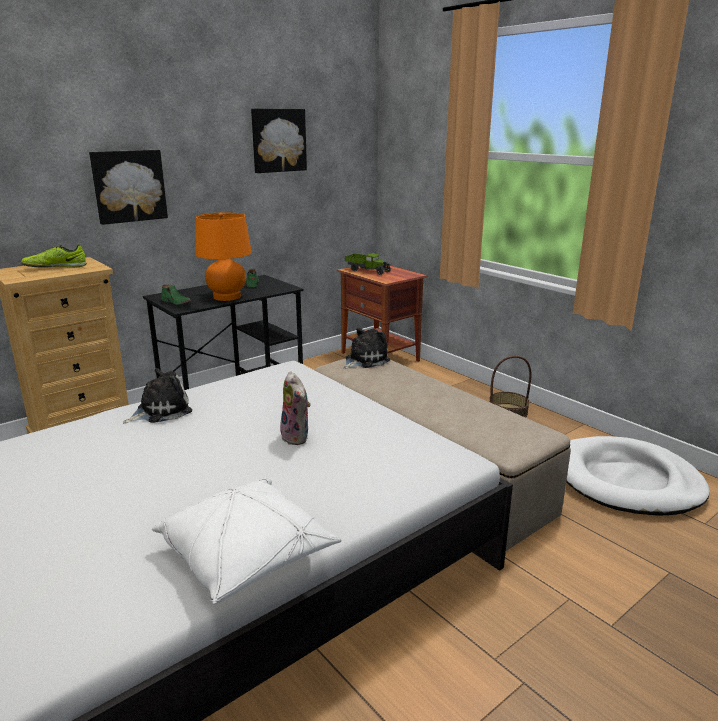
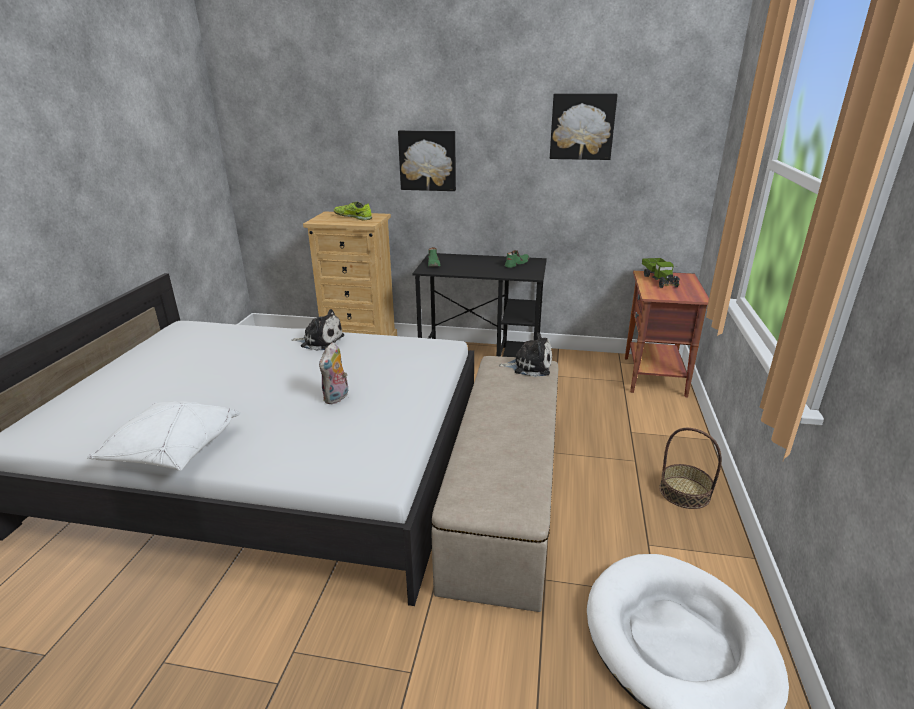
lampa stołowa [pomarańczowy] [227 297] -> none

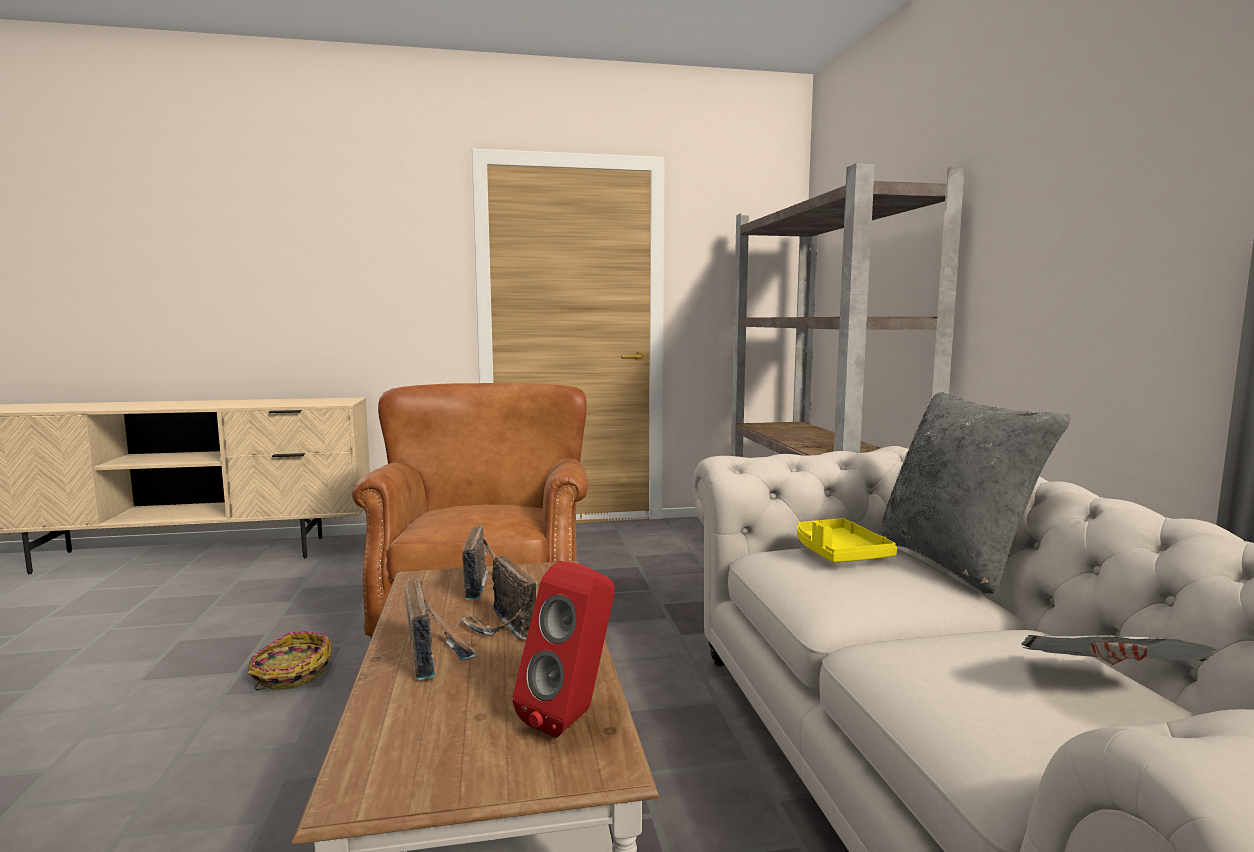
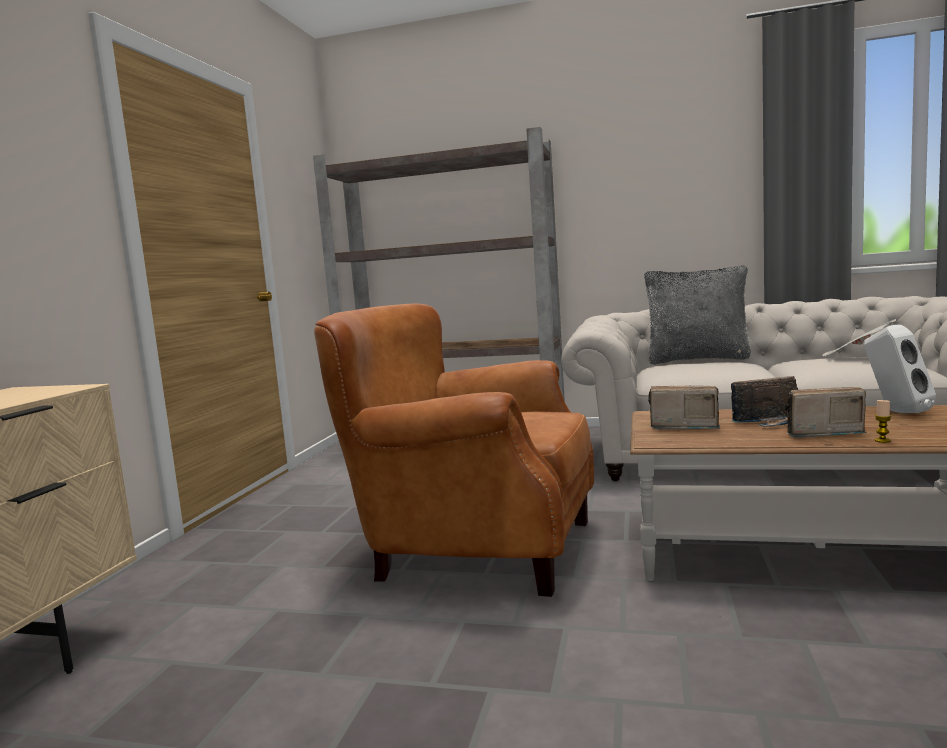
głośnik [czerwony] [572 717] -> głośnik [biały] [895 412]
none -> świeca [882 440]
koszyk [290 675] -> none
taca [żółty] [838 553] -> none

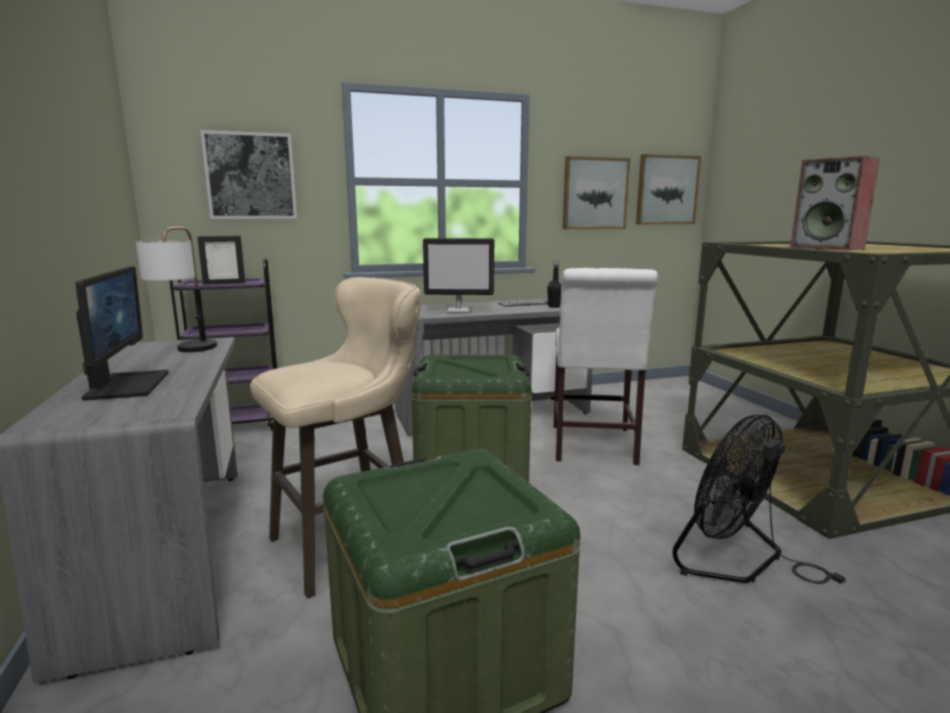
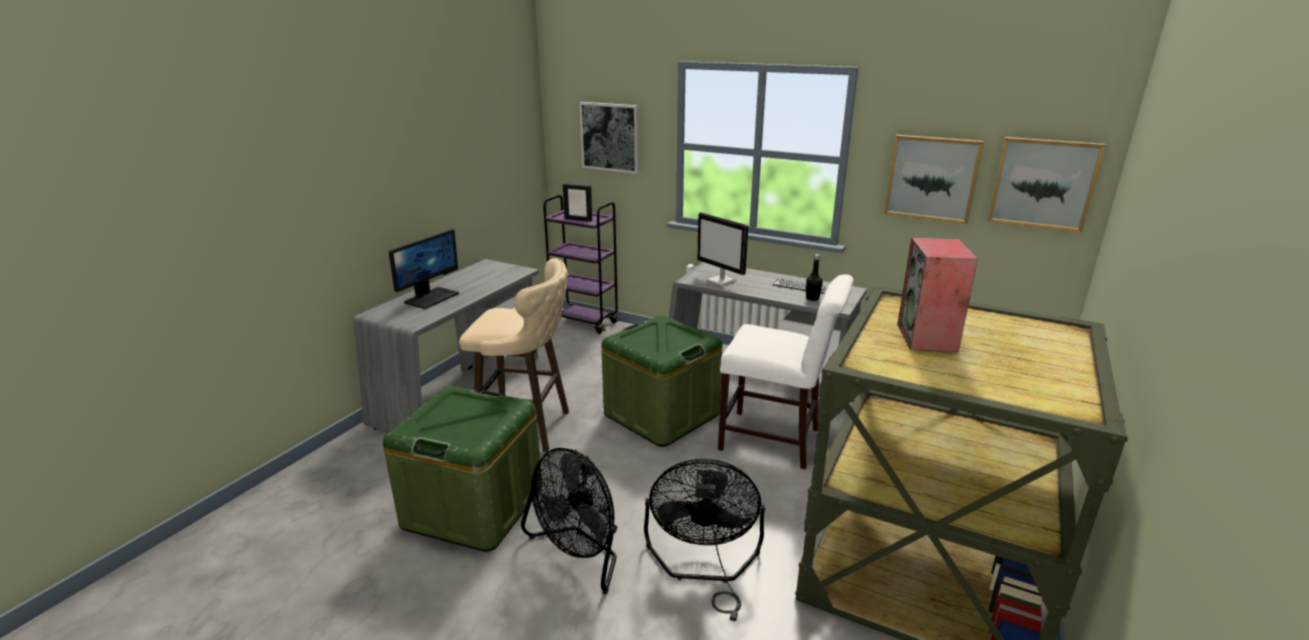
none -> wentylator [czarny] [580 549]
krzesło [biały] [592 447] -> krzesło [biały] [775 441], 120 degrees counterclockwise
lampa stołowa [186 352] -> none

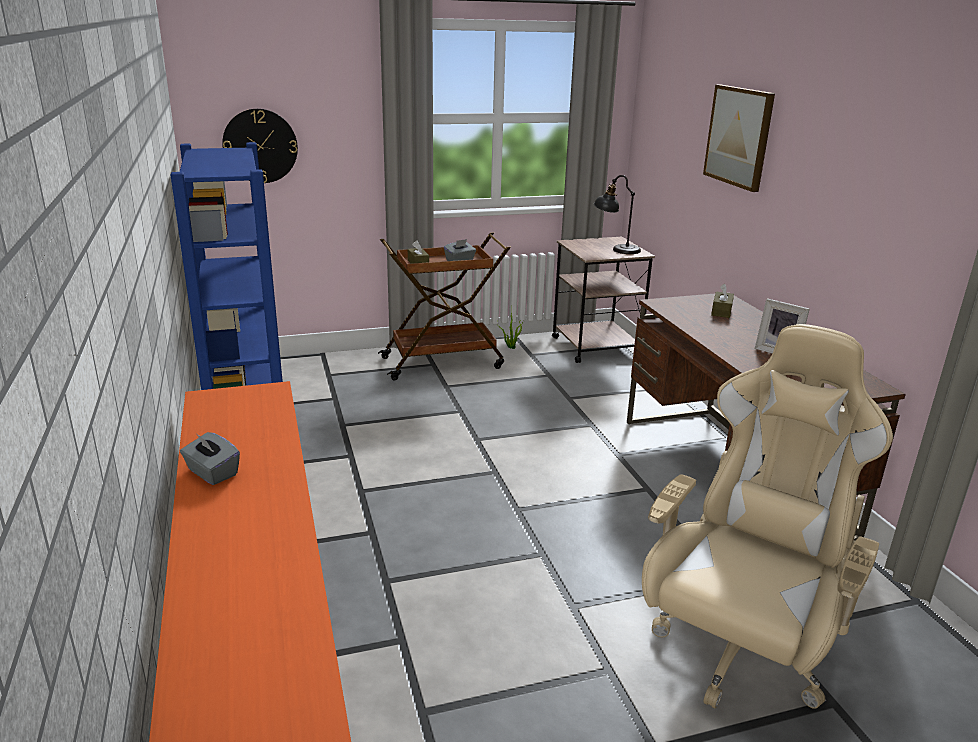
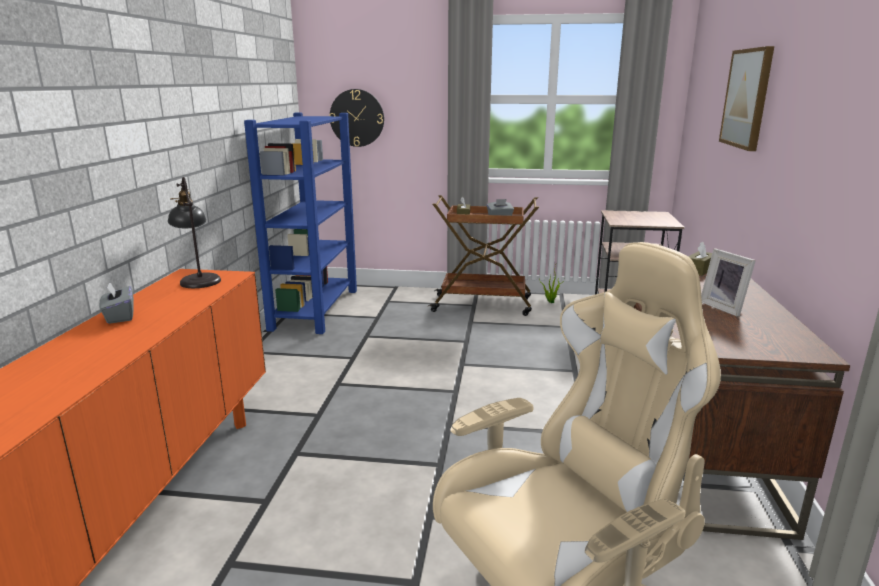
lampa stołowa [szary] [615 248] -> lampa stołowa [szary] [197 277], moved

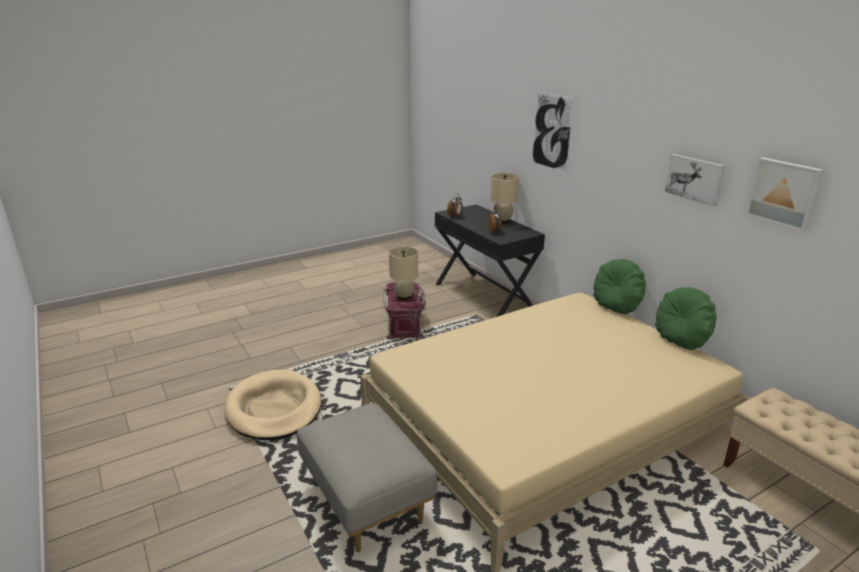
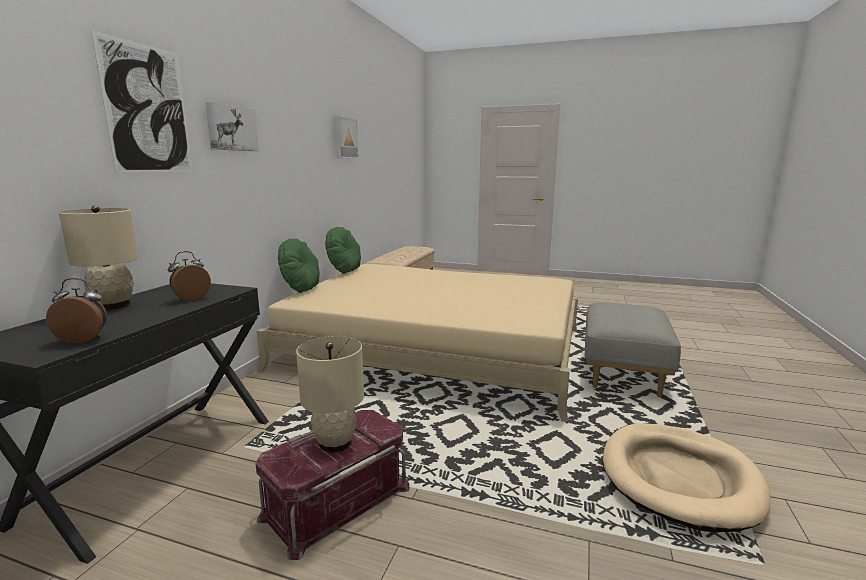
obraz [695 179] -> obraz [231 128], moved

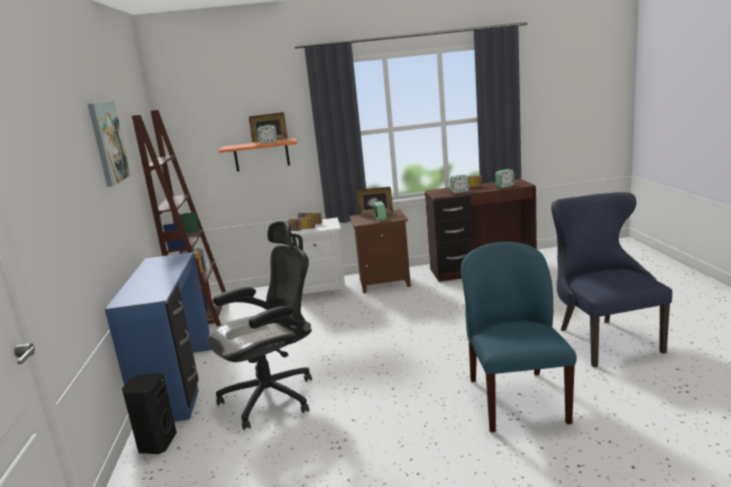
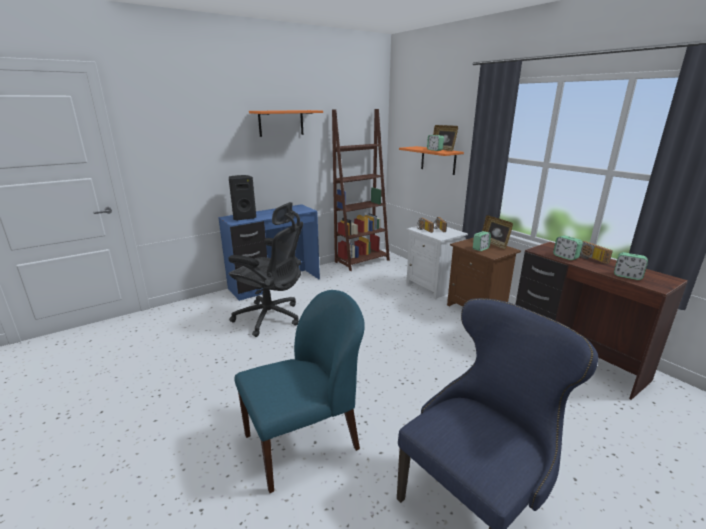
głośnik [czarny] [156 443] -> głośnik [czarny] [244 218], moved
obraz [108 142] -> półka [pomarańczowy] [281 123]

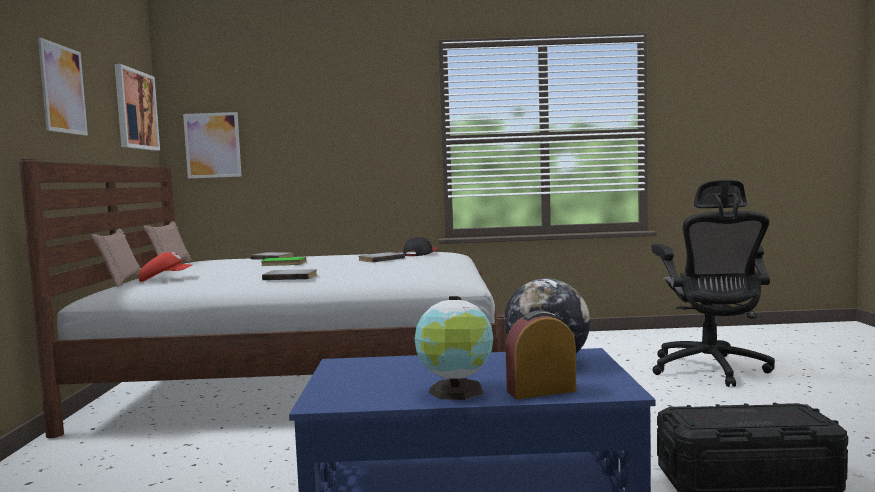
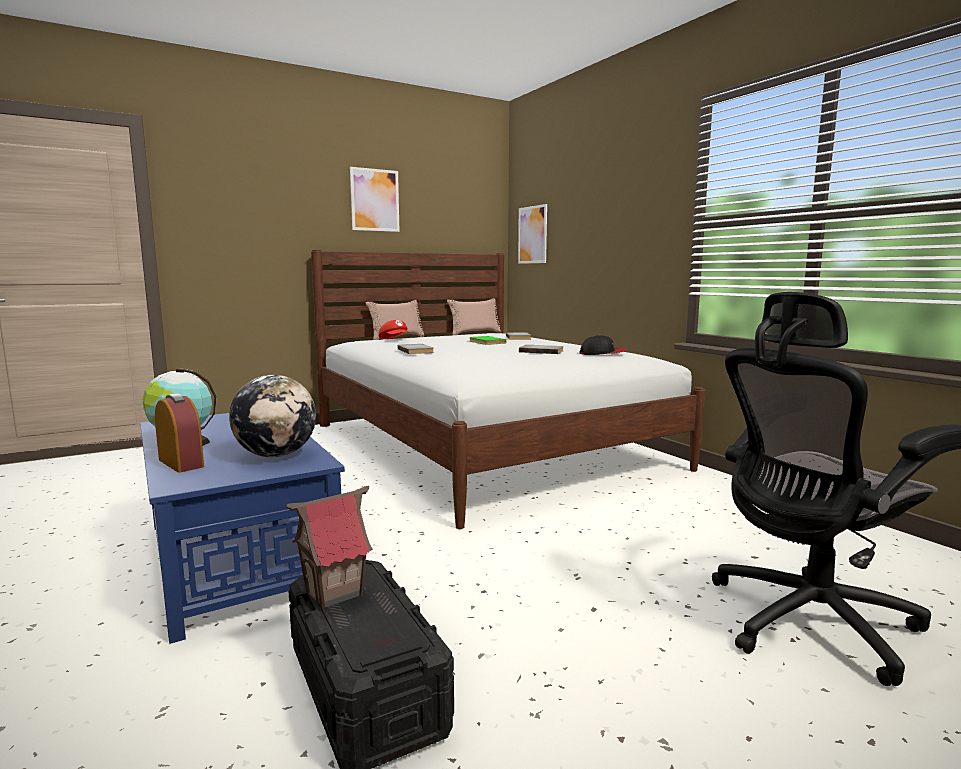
none -> domek [334 593]
obraz [135 110] -> none

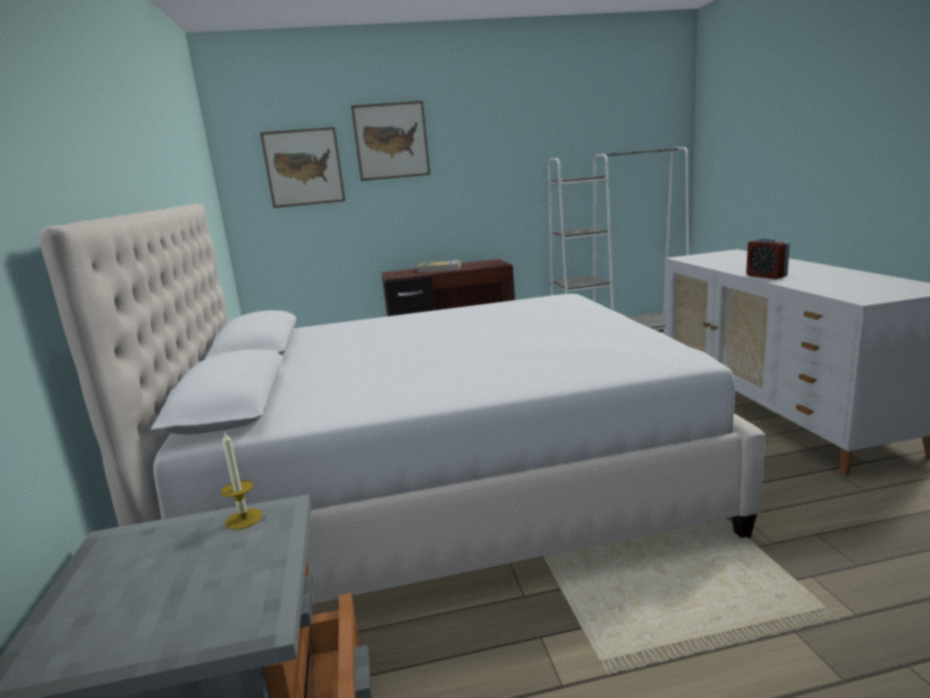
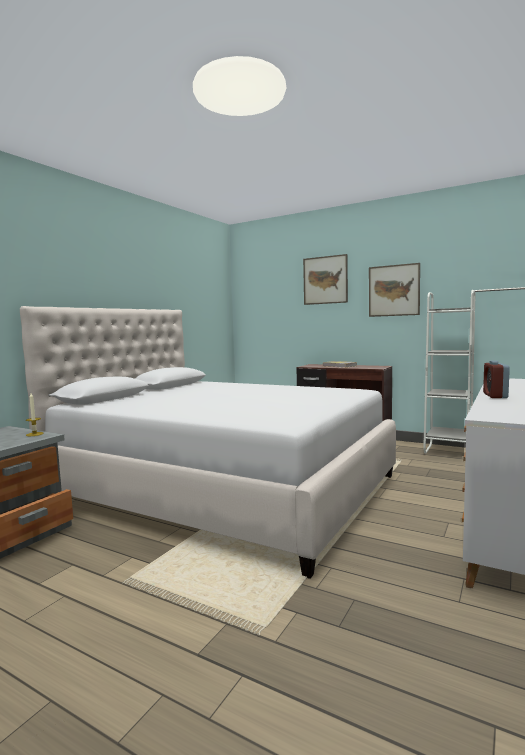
obraz [304 167] -> obraz [394 290], moved

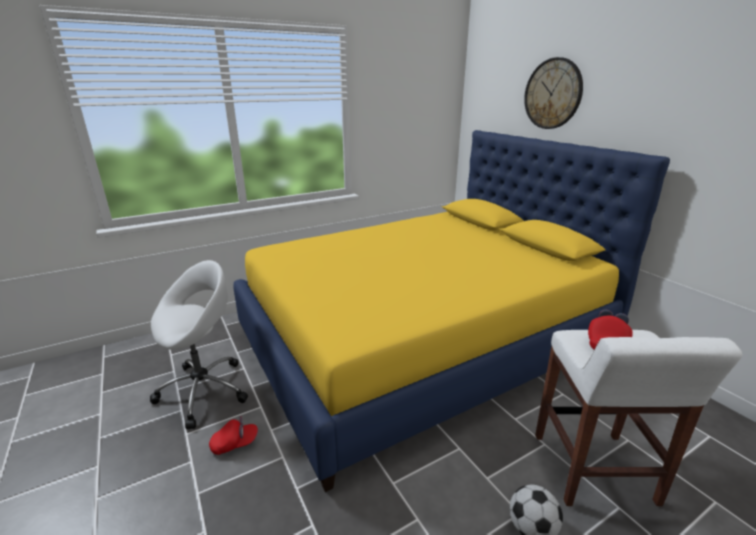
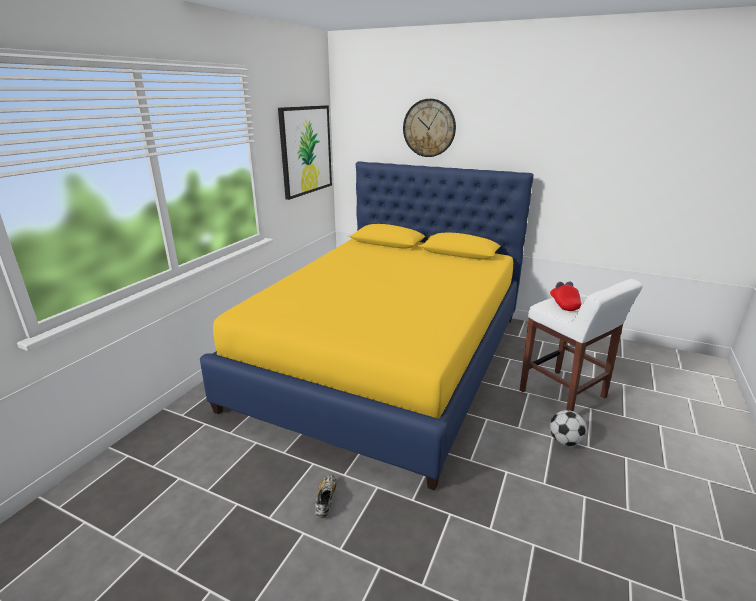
none -> obraz [306 150]
czapka z daszkiem [czerwony] [235 443] -> but [326 500]
krzesło biurowe [biały] [205 390] -> none

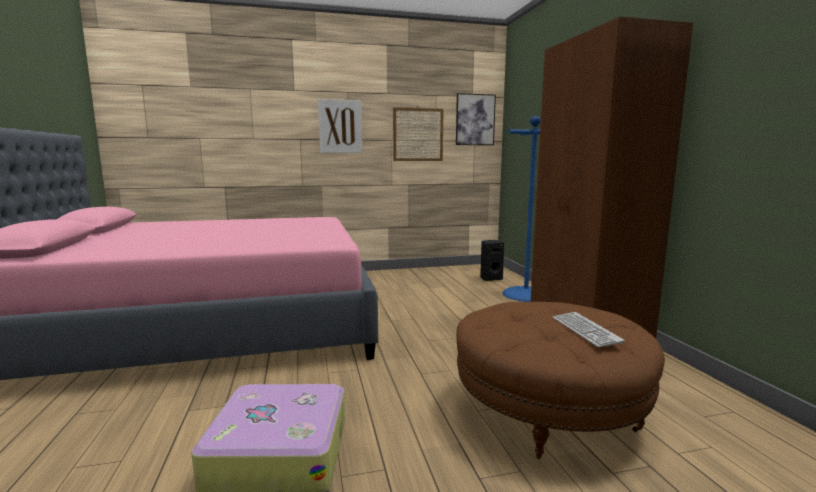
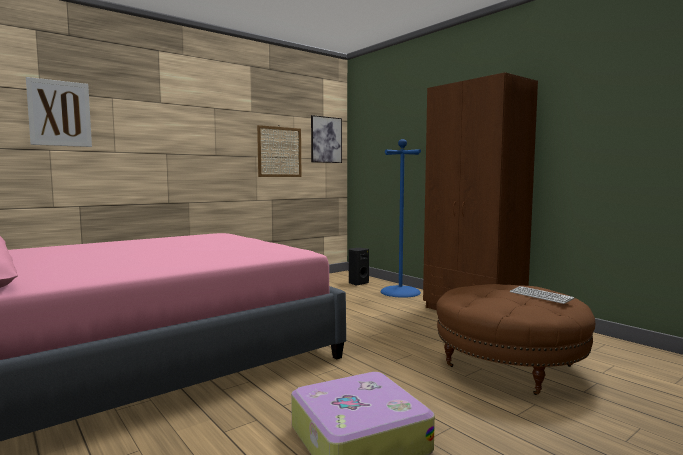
obraz [340 126] -> obraz [60 113], moved

